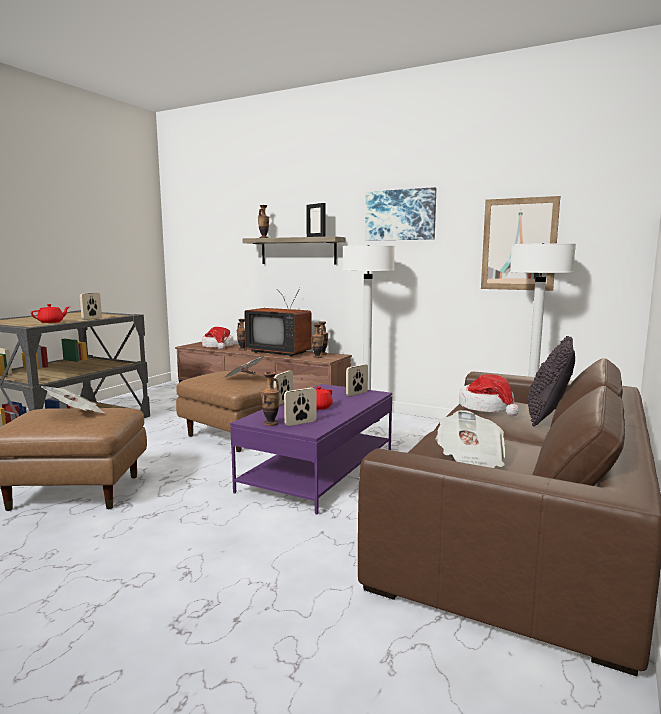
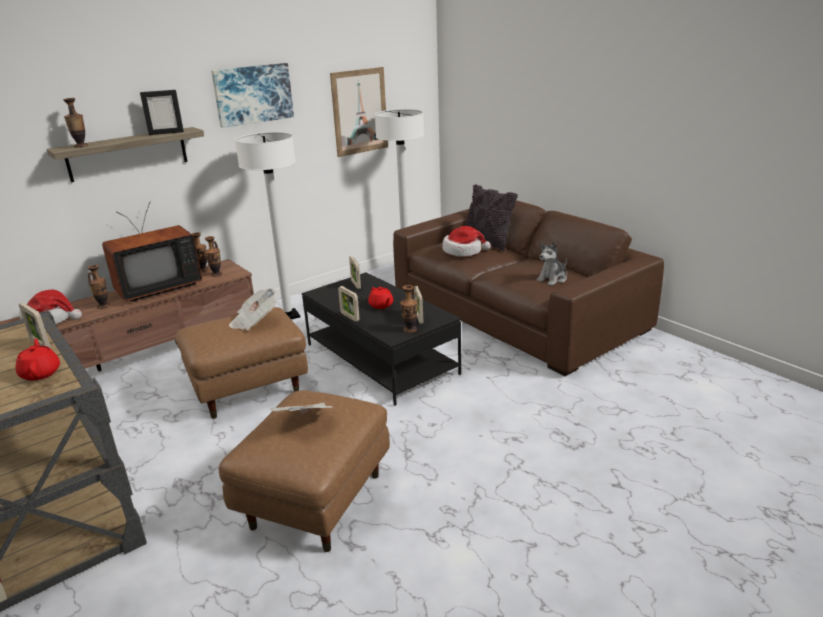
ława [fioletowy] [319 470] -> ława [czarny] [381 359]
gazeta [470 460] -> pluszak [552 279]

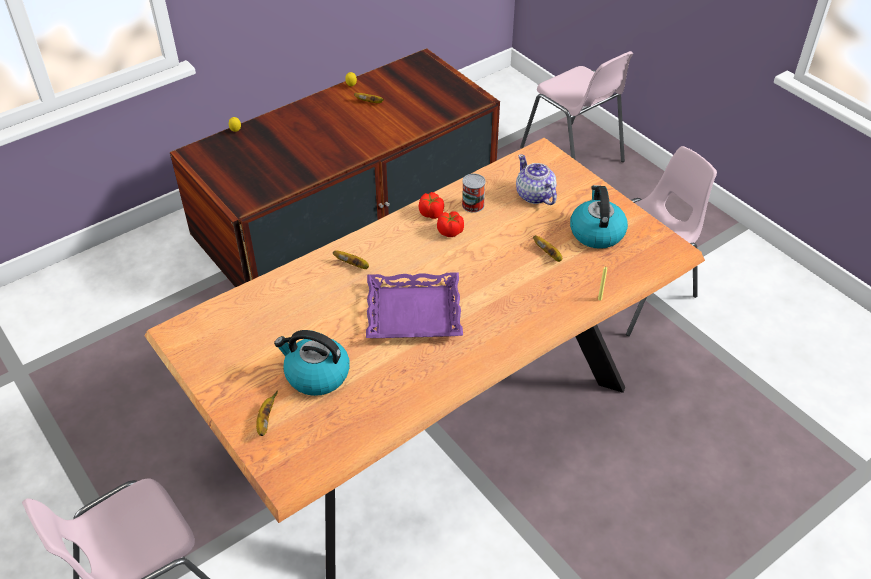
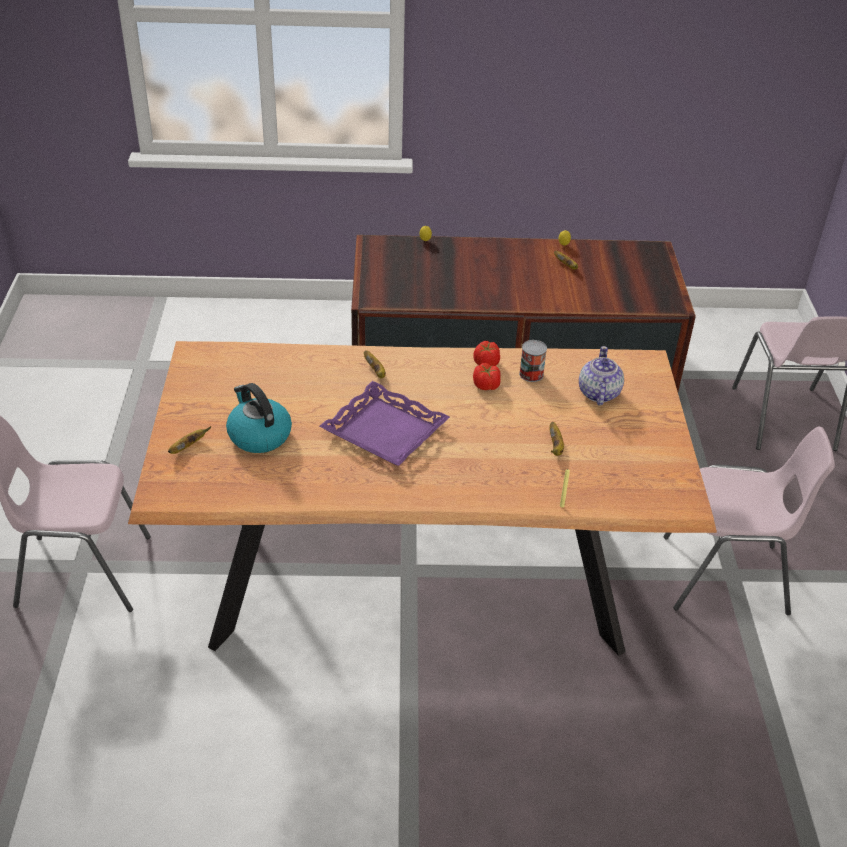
czajnik [596 232] -> none

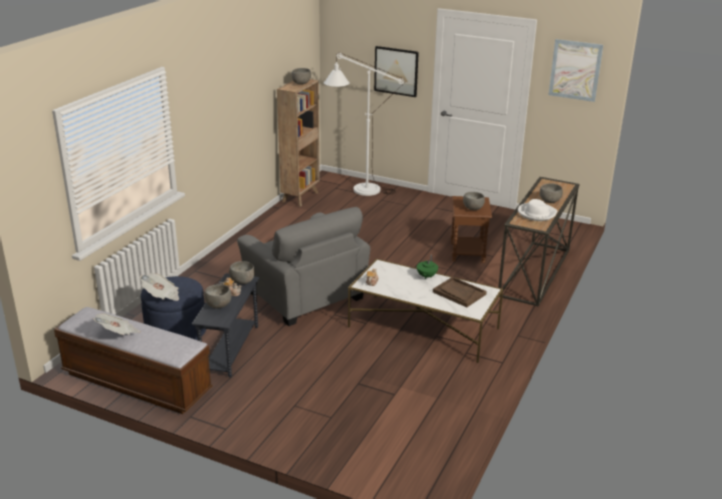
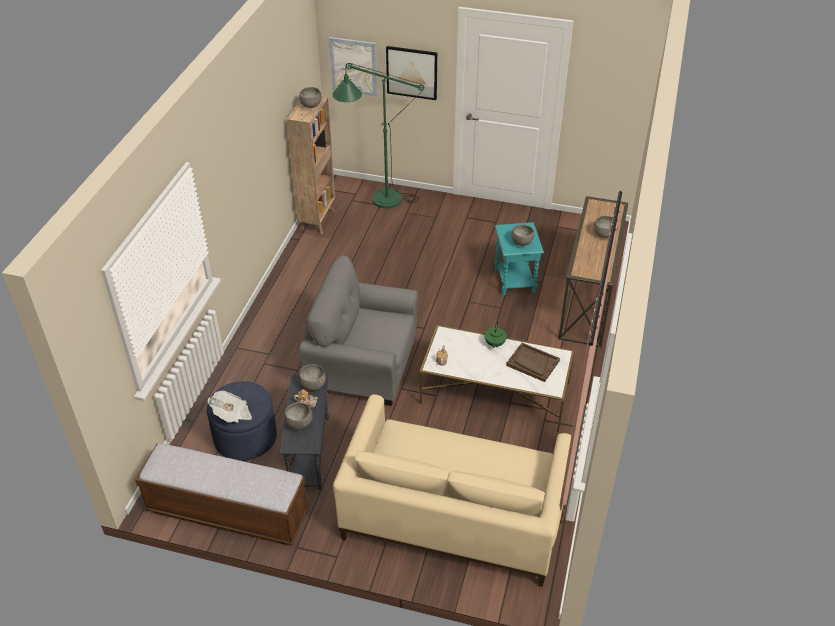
fotel [szary] [304 295] -> fotel [szary] [363 365], 150 degrees clockwise
obraz [575 70] -> obraz [353 66], moved
lampa stojąca [biały] [358 189] -> lampa stojąca [zielony] [378 199]
none -> kanapa [beżowy] [453 516]
stolik [brązowy] [468 252] -> stolik [turkusowy] [515 280]
gazeta [118 334] -> none
kapelusz [biały] [536 213] -> none

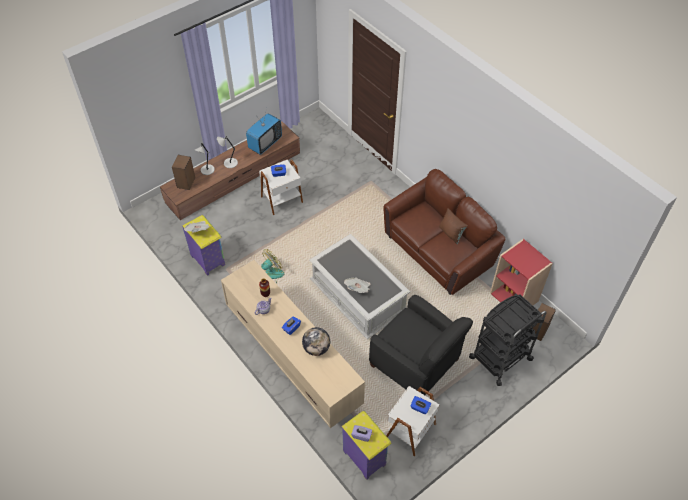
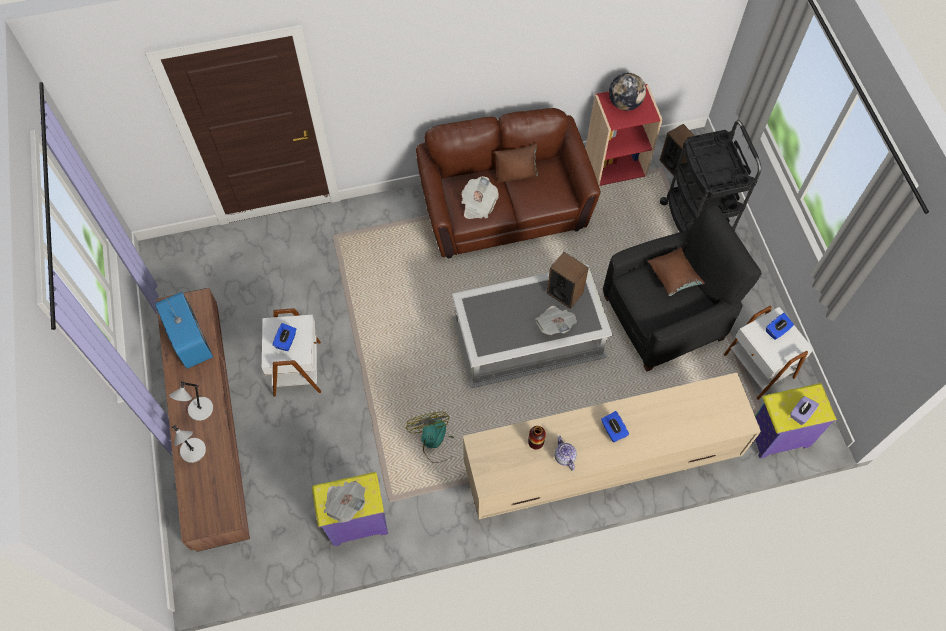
none -> gazeta [478 205]
głośnik [186 182] -> głośnik [564 292], moved
globus [316 348] -> globus [624 103], moved
none -> poduszka [brązowy] [673 277]

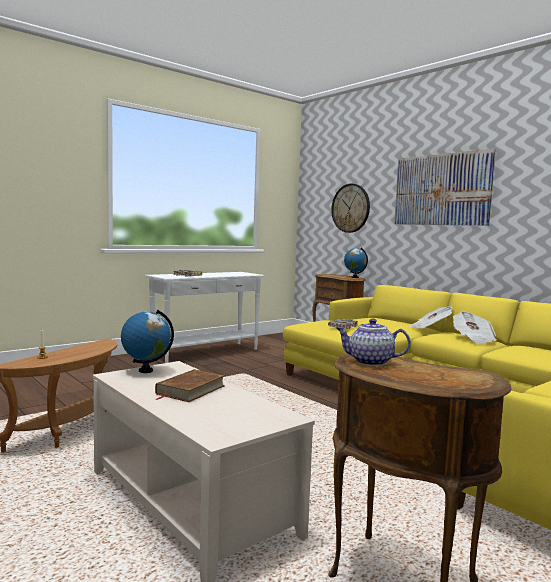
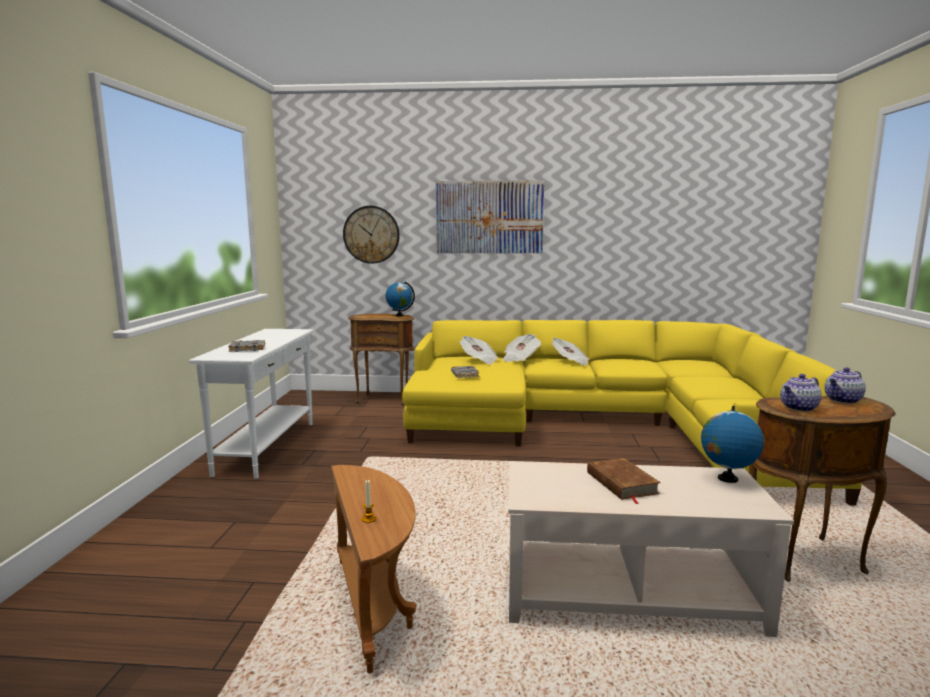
none -> gazeta [479 360]
globus [146 371] -> globus [727 479], moved
none -> imbryk [843 400]

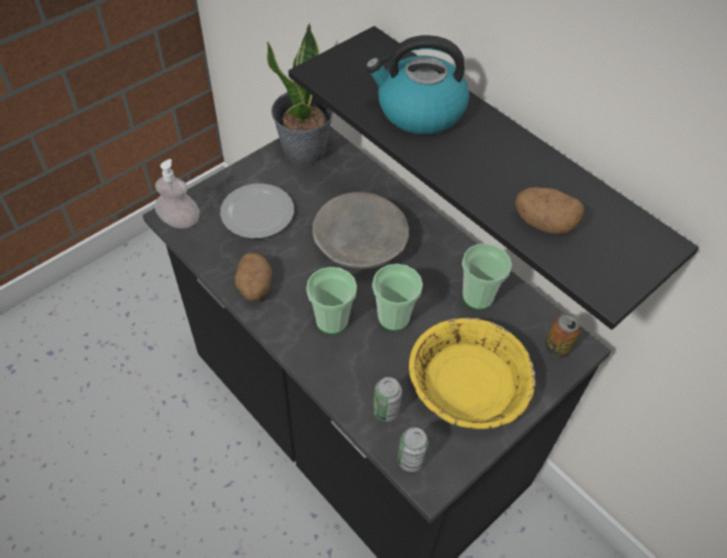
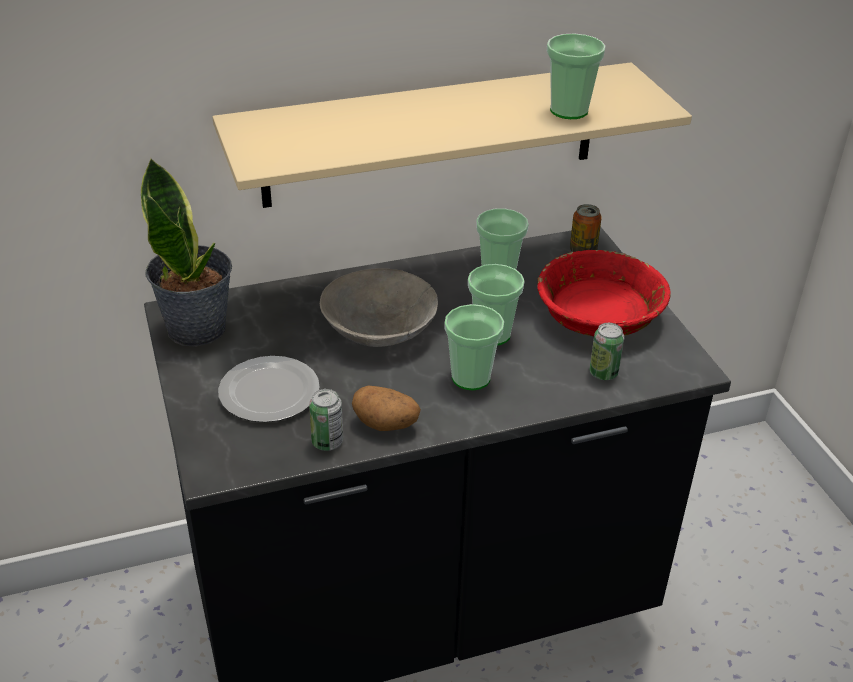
półka [czarny] [507 159] -> półka [beżowy] [431 135]
puszka [410 460] -> puszka [327 442], moved
miska [żółty] [468 386] -> miska [czerwony] [599 314]
ziemniak [543 223] -> filiżanka [569 110]
dozownik mydła [180 221] -> none
czajnik [419 111] -> none

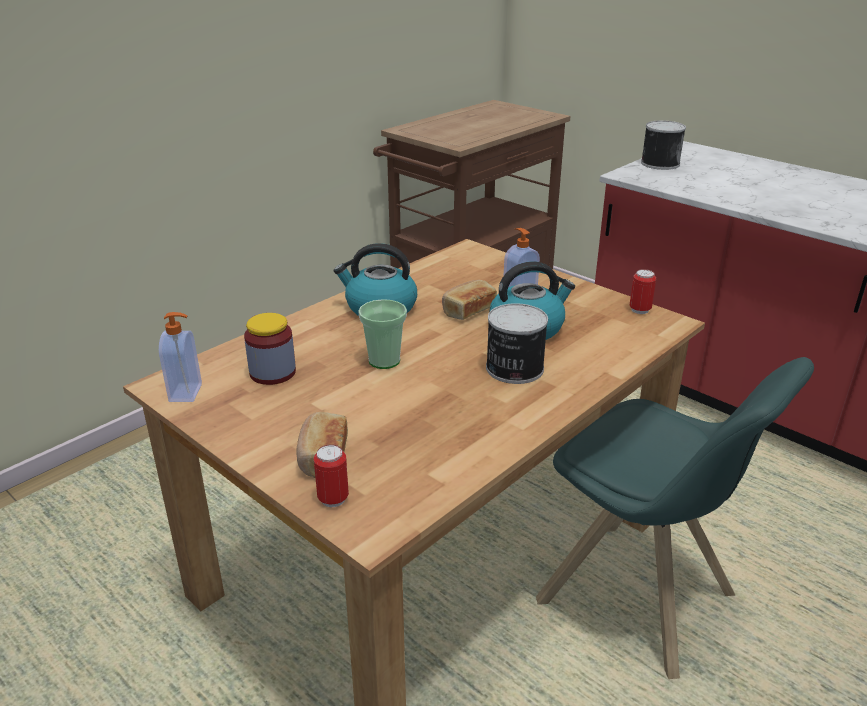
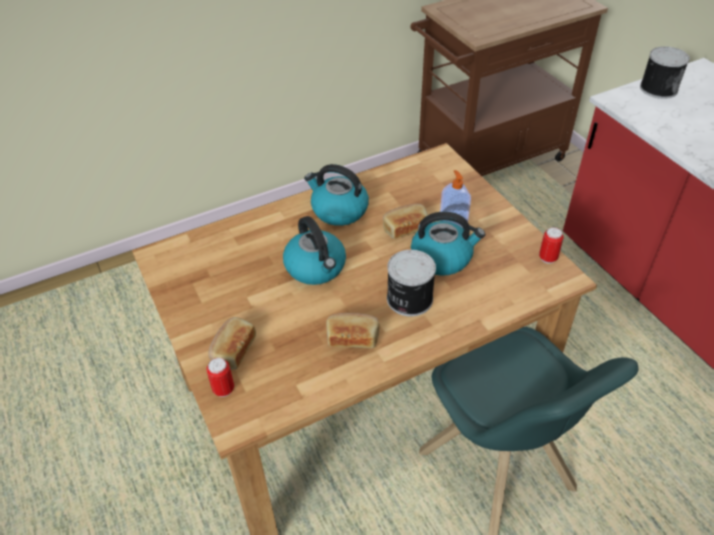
filiżanka [384 361] -> czajnik [316 267]
none -> chleb [352 337]
dozownik mydła [187 393] -> none
słoik [272 373] -> none

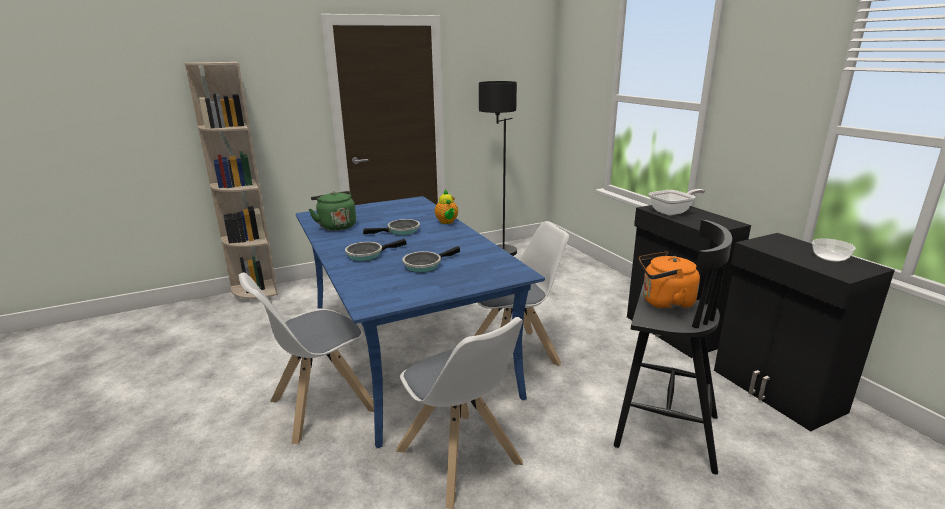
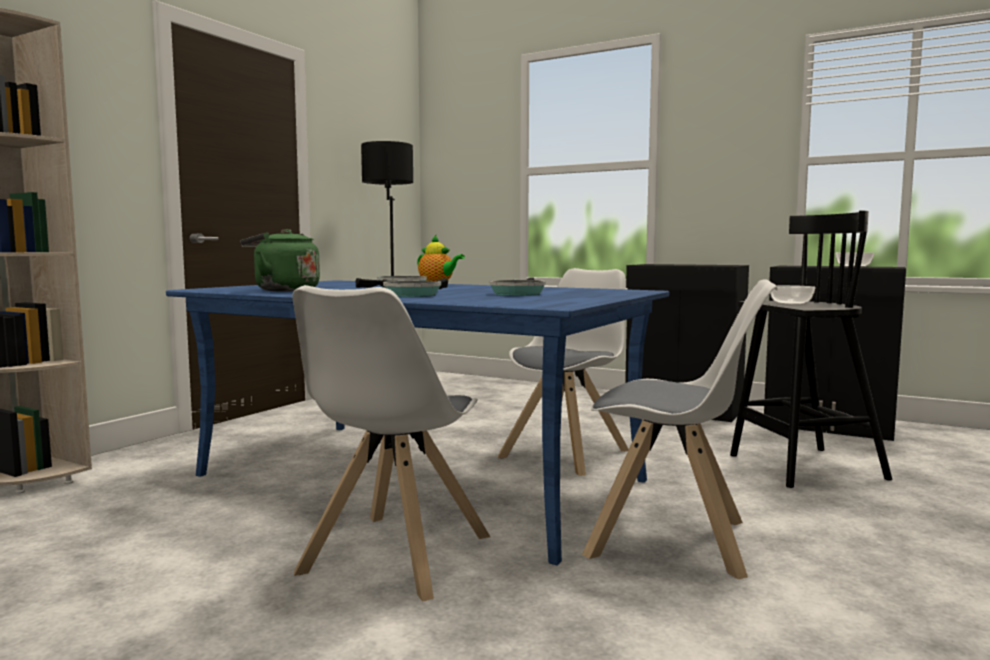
czajnik [pomarańczowy] [664 303] -> miska [790 303]
patelnia [673 212] -> none

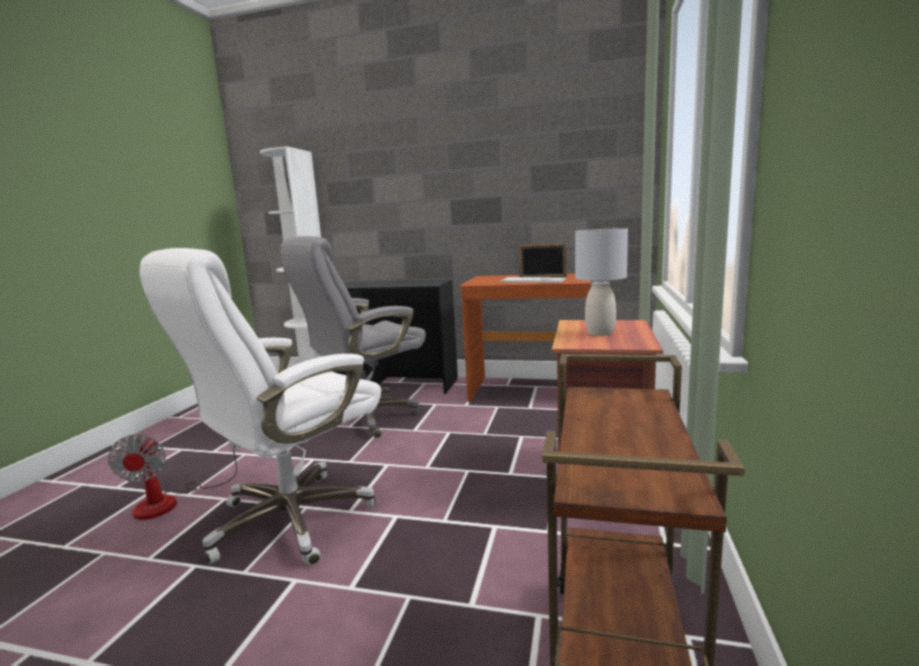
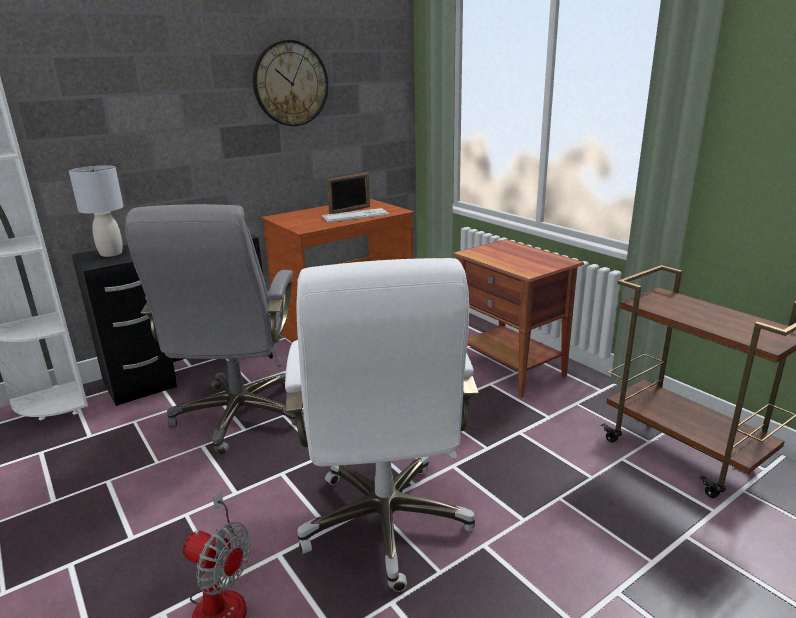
lampa stołowa [szary] [600 332] -> lampa stołowa [szary] [111 253], moved
none -> zegar ścienny [290 83]

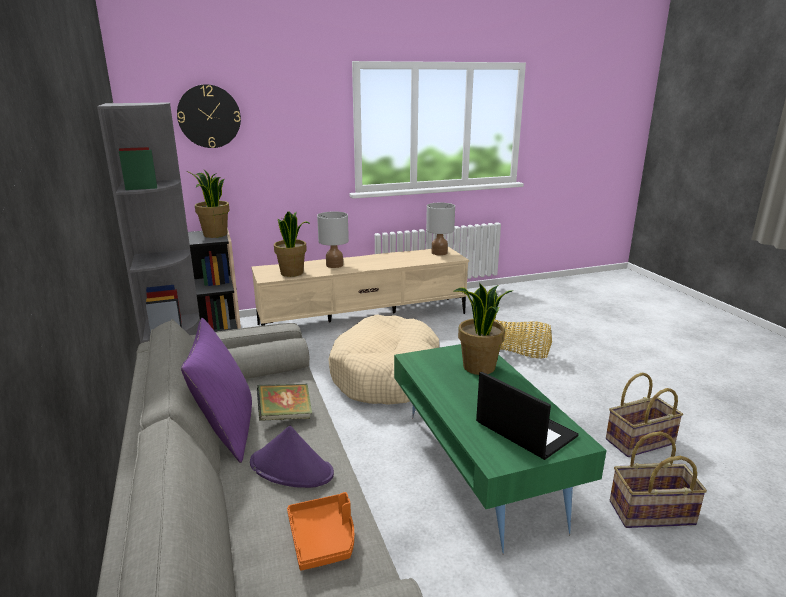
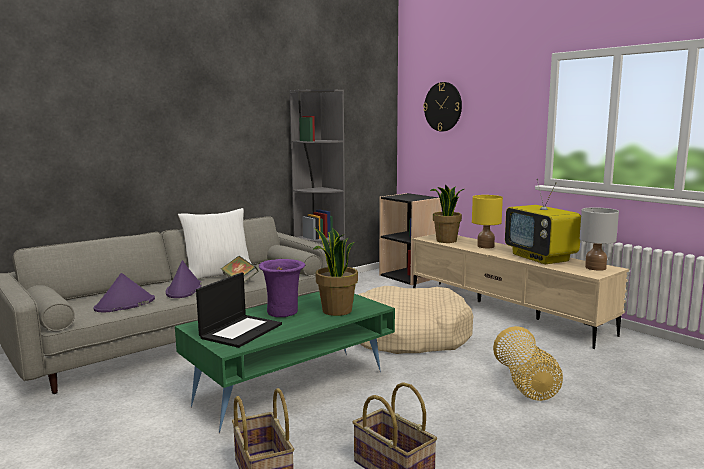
taca [pomarańczowy] [323 538] -> kapelusz [fioletowy] [124 304]
poduszka [fioletowy] [227 430] -> poduszka [biały] [218 274]
none -> wazon [fioletowy] [284 312]
lampa stołowa [szary] [334 265] -> lampa stołowa [żółty] [485 246]
none -> telewizor [541 257]
roślina doniczkowa [215 235] -> none

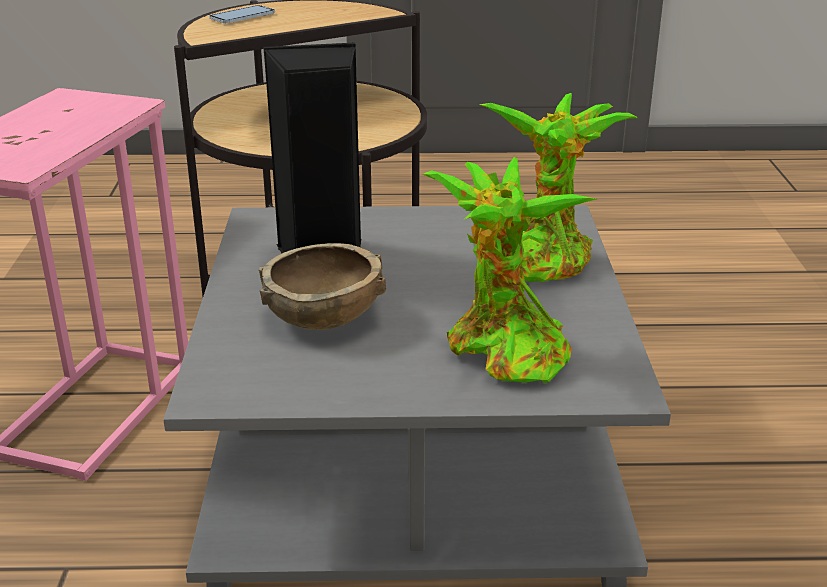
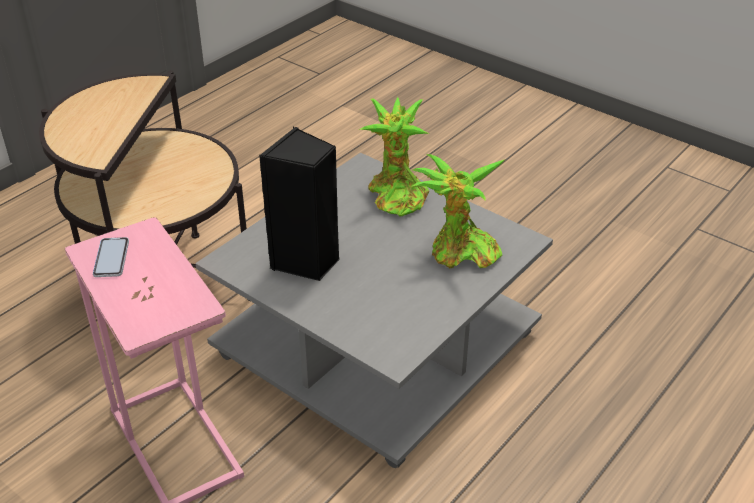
telefon [242 16] -> telefon [111 258], moved
miska [brązowy] [324 316] -> none

